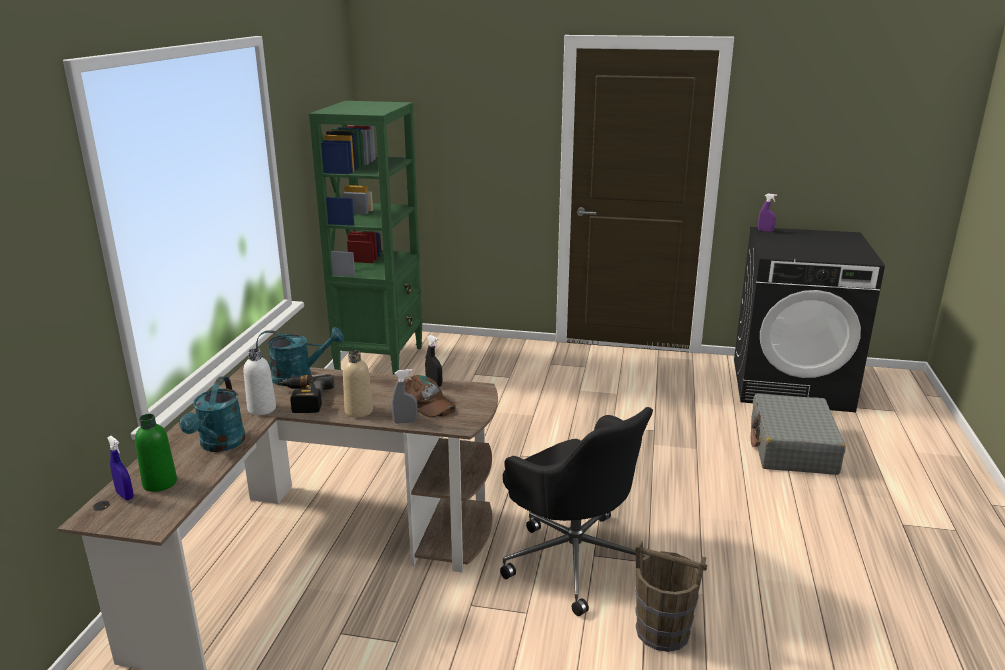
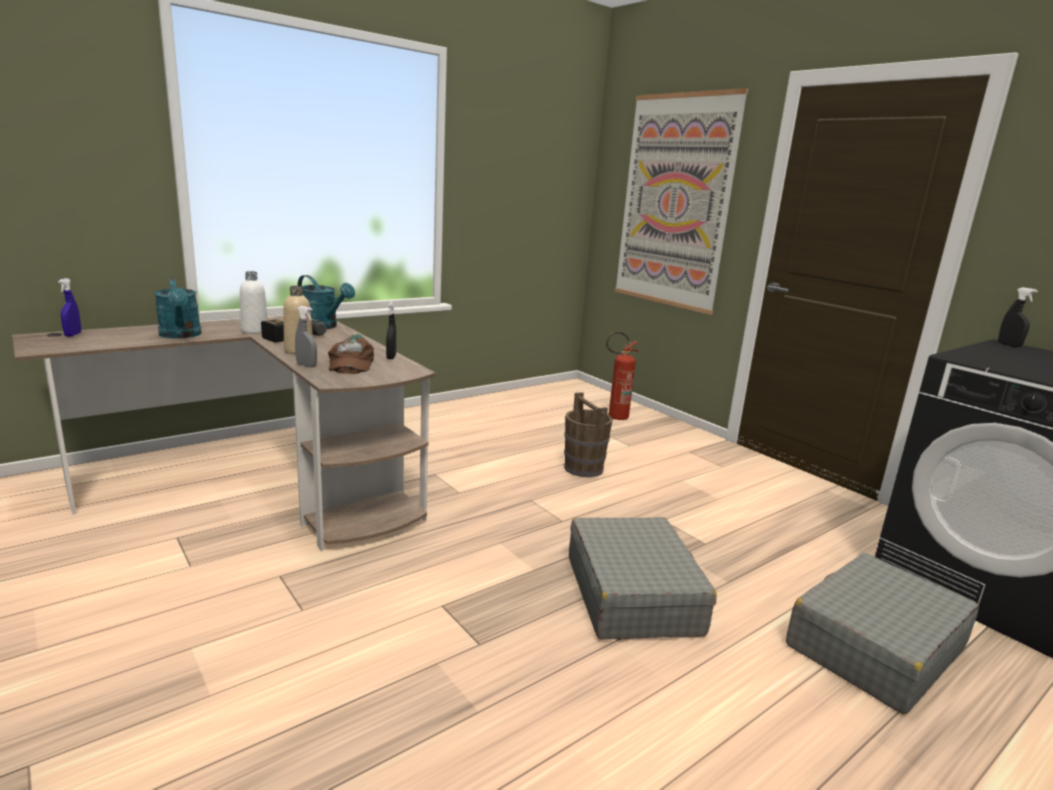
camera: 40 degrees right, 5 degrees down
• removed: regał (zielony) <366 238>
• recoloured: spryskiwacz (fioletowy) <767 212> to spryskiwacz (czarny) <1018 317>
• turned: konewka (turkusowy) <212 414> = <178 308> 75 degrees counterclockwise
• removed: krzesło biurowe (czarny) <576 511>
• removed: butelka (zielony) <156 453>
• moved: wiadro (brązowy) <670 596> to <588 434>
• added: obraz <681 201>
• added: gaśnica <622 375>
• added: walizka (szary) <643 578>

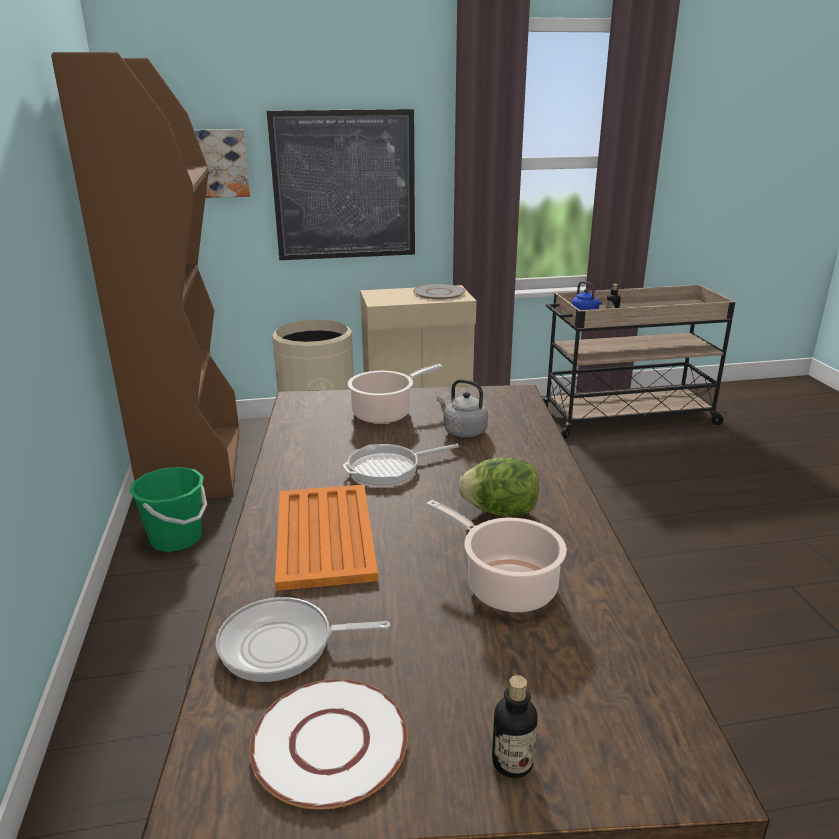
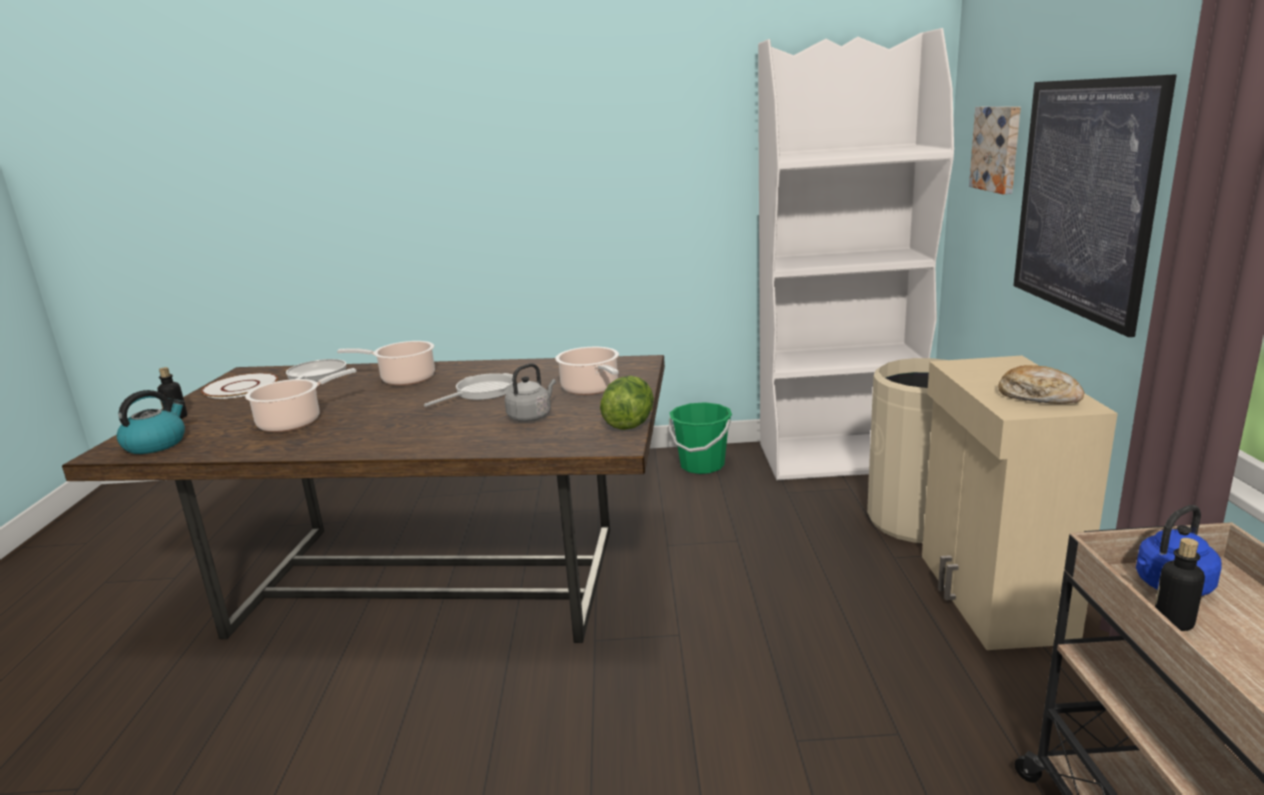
camera: 100 degrees right, 5 degrees down
• recoloured: regał (brązowy) <145 275> to regał (biały) <856 254>
• replaced: talerz (szary) <439 292> to chleb <1041 384>
• turned: patelnia <401 464> = <468 390> 60 degrees clockwise
• moved: sałata <498 487> to <627 403>
• replaced: taca (pomarańczowy) <326 538> to garnek <386 363>
• added: czajnik <151 422>

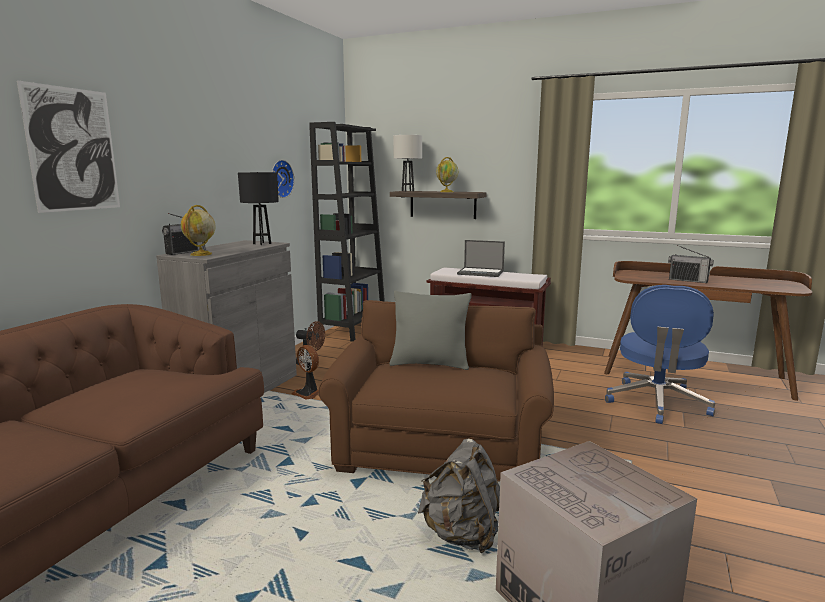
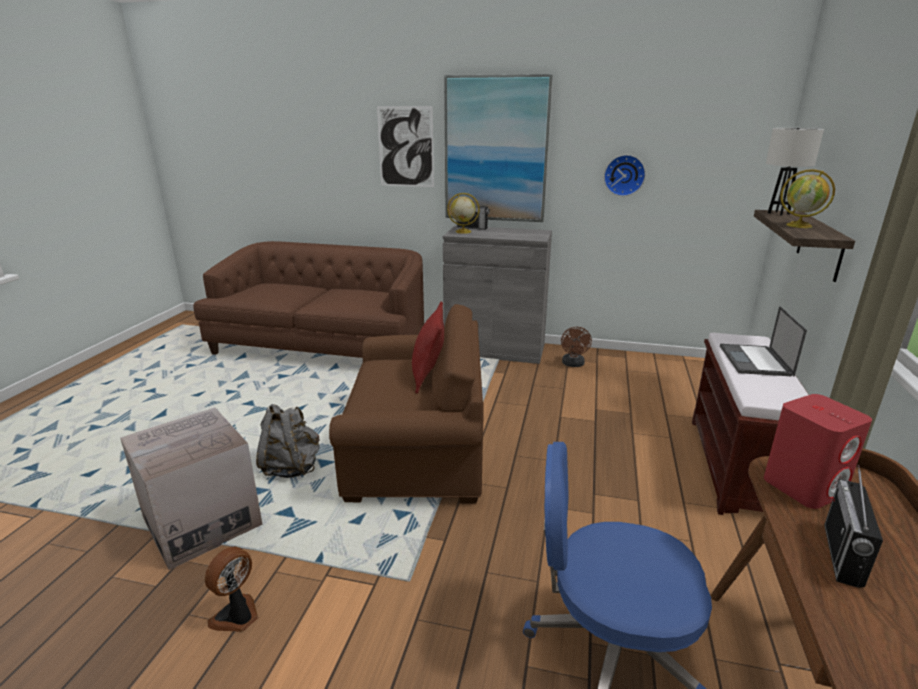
camera: 80 degrees right, 10 degrees up
• removed: regał (czarny) <347 232>
• removed: lampa stołowa (czarny) <258 208>
• recoloured: poduszka (szary) <430 330> to poduszka (czerwony) <428 347>
• moved: wentylator <305 372> to <231 589>
• added: obraz <498 148>
• added: głośnik (czerwony) <818 451>

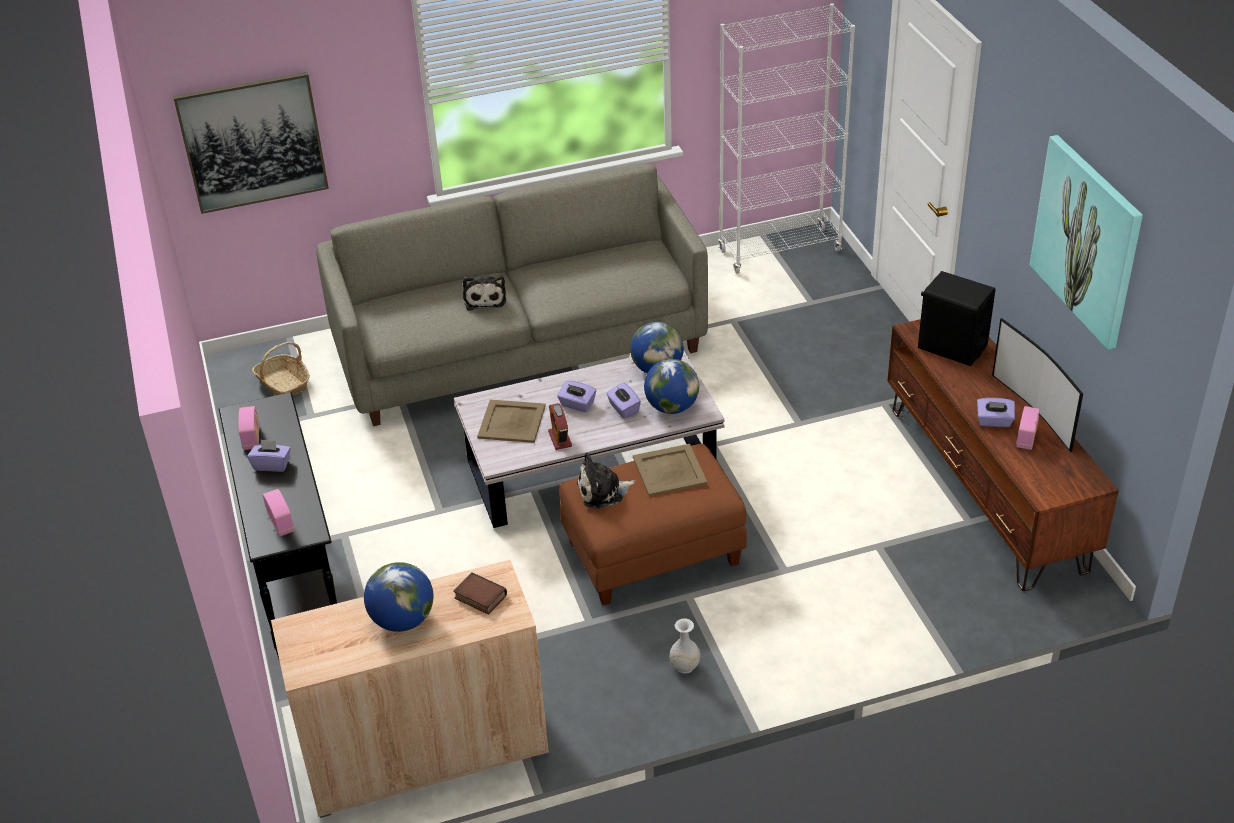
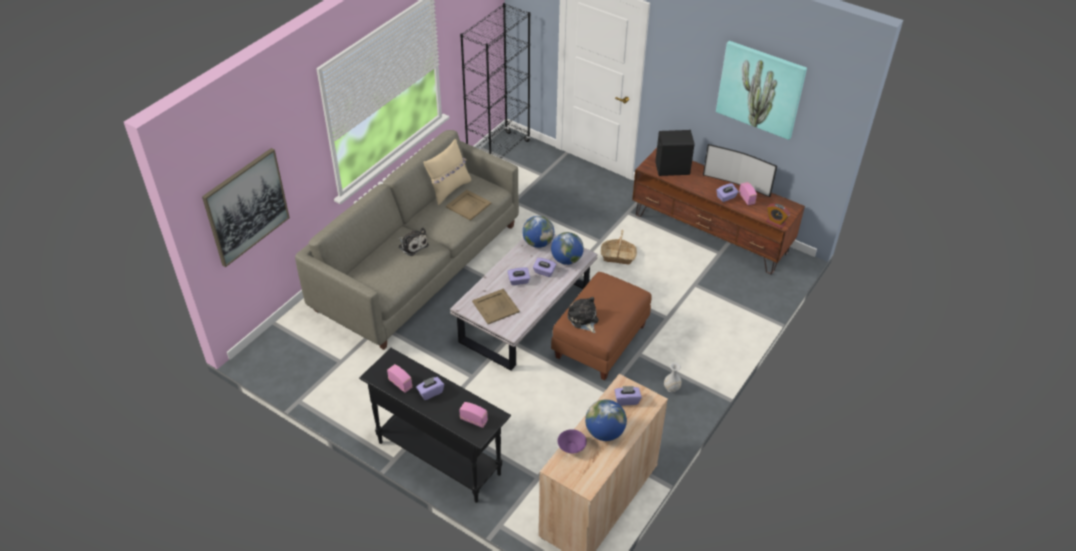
camera: 40 degrees left, 5 degrees up
• recoloured: regał (biały) <786 138> to regał (czarny) <495 80>
• moved: koszyk <281 368> to <619 247>
• moved: budzik <560 426> to <778 216>
• moved: taca (beżowy) <670 470> to <468 205>
• turned: pluszak <606 480> = <583 315> 120 degrees clockwise
• replaced: książka <480 593> to pudełko chusteczek (fioletowy) <628 396>
• added: poduszka (beżowy) <447 172>
• added: miska (fioletowy) <572 441>

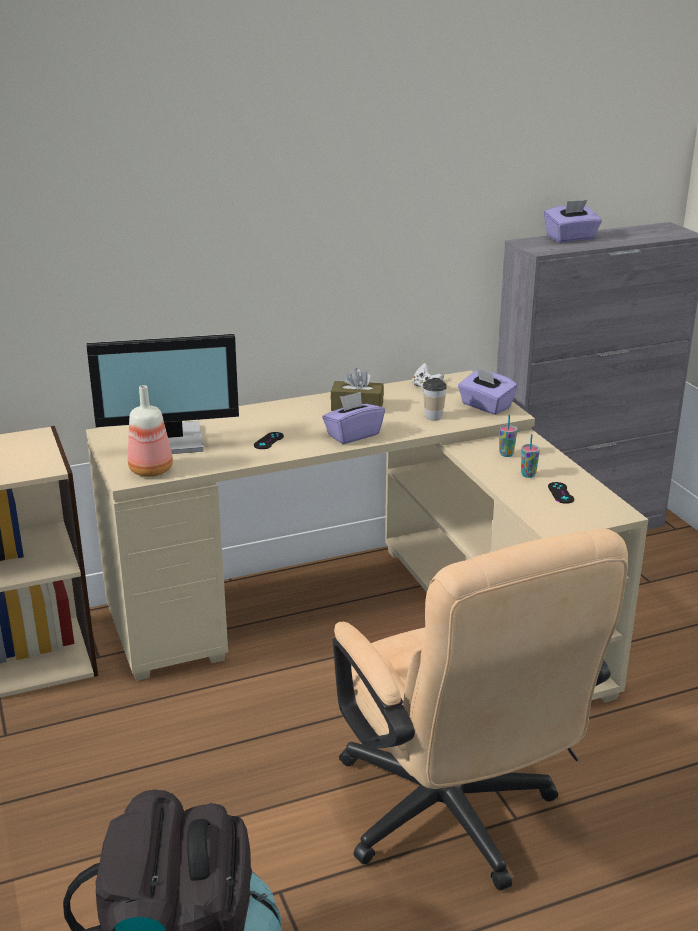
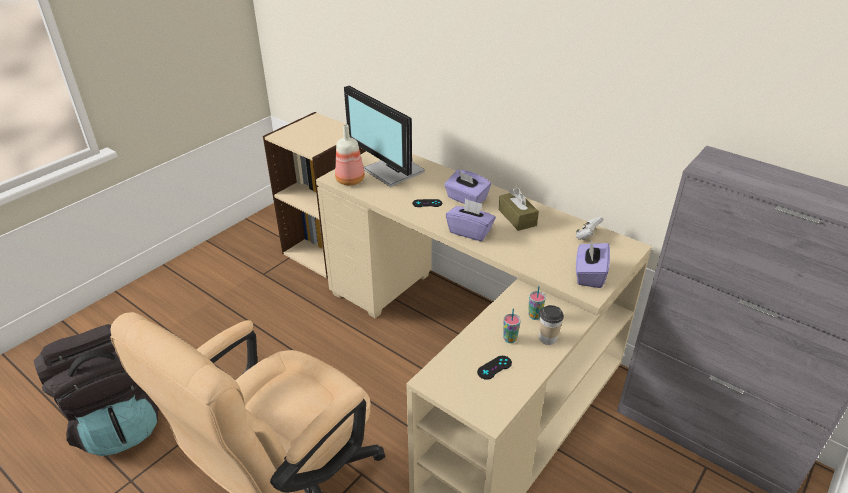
camera: 60 degrees right, 10 degrees up
• moved: pudełko chusteczek (fioletowy) <573 221> to <467 187>
• moved: filiżanka <435 399> to <551 325>

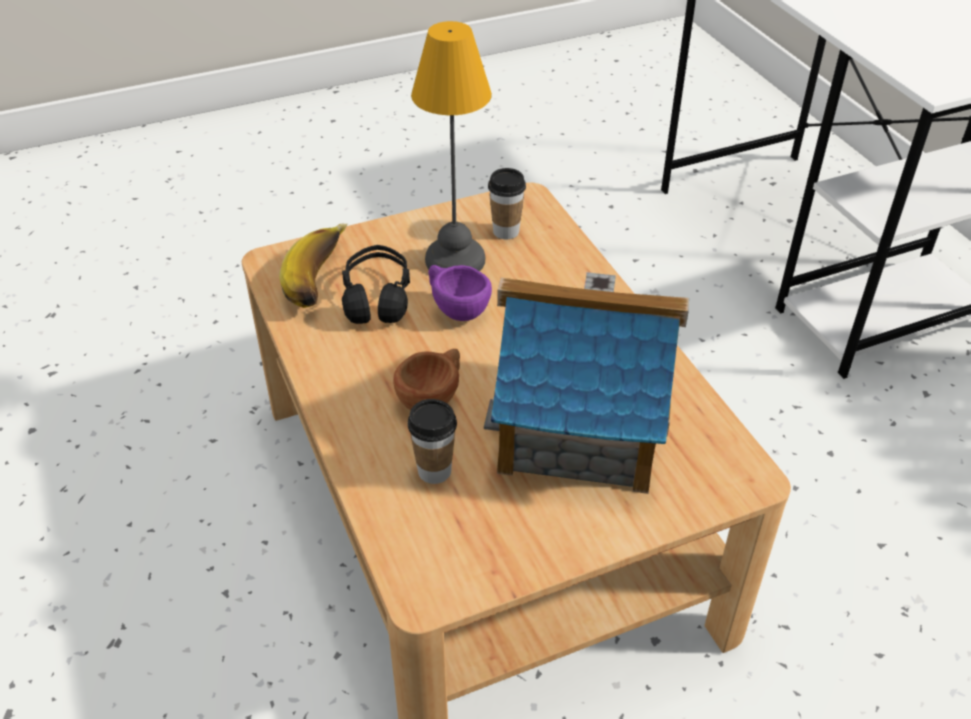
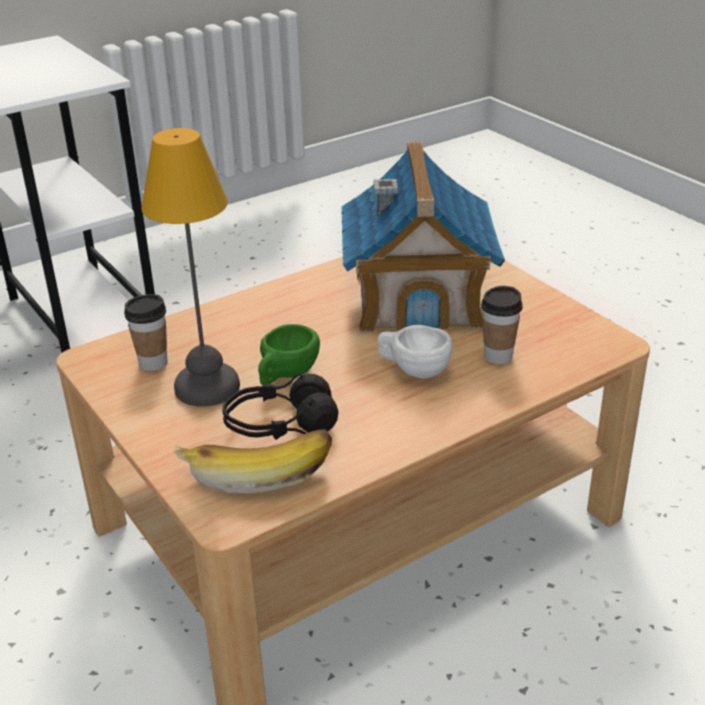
camera: 100 degrees left, 10 degrees down
• recoloured: filiżanka (fioletowy) <460 293> to filiżanka (zielony) <289 354>
• recoloured: filiżanka (brązowy) <426 379> to filiżanka (biały) <415 351>

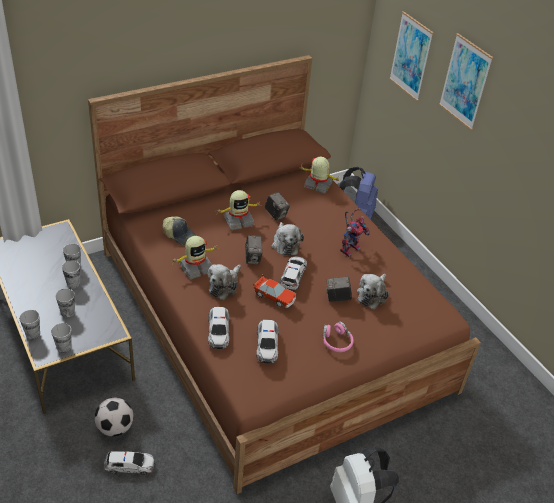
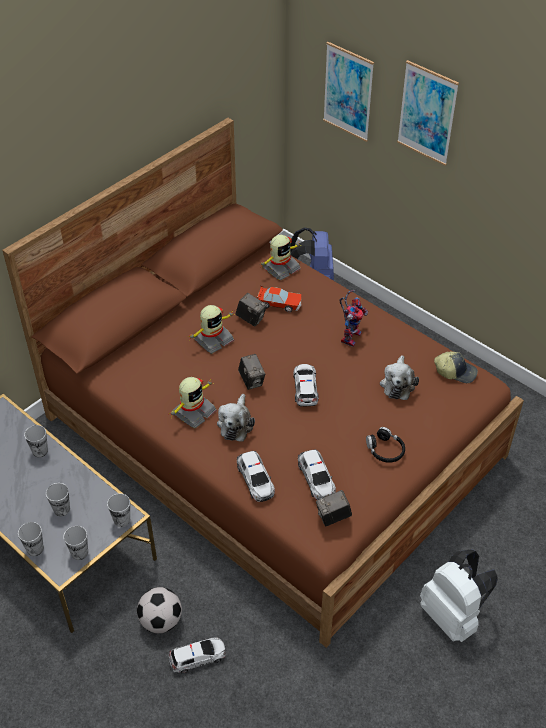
camera: 15 degrees left, 5 degrees up
• turned: robot zabawkowy <319 175> = <280 258> 135 degrees clockwise
• moved: czapka z daszkiem <179 230> to <456 367>
• removed: pluszak <287 239>
• moved: filiżanka <71 274> to <118 510>
• moved: samochodzik <274 291> to <279 298>
• moved: aparat fotograficzny <339 289> to <334 508>
• recoloured: słuchawki (różowy) <338 337> to słuchawki (czarny) <385 445>

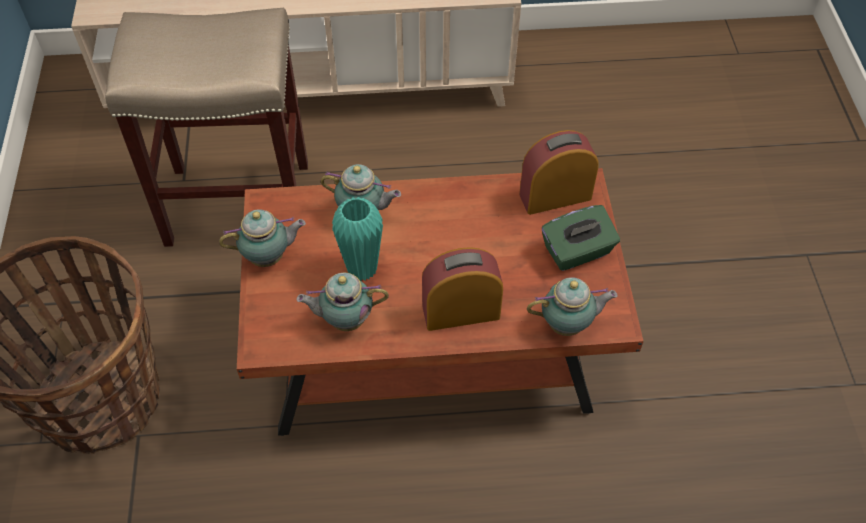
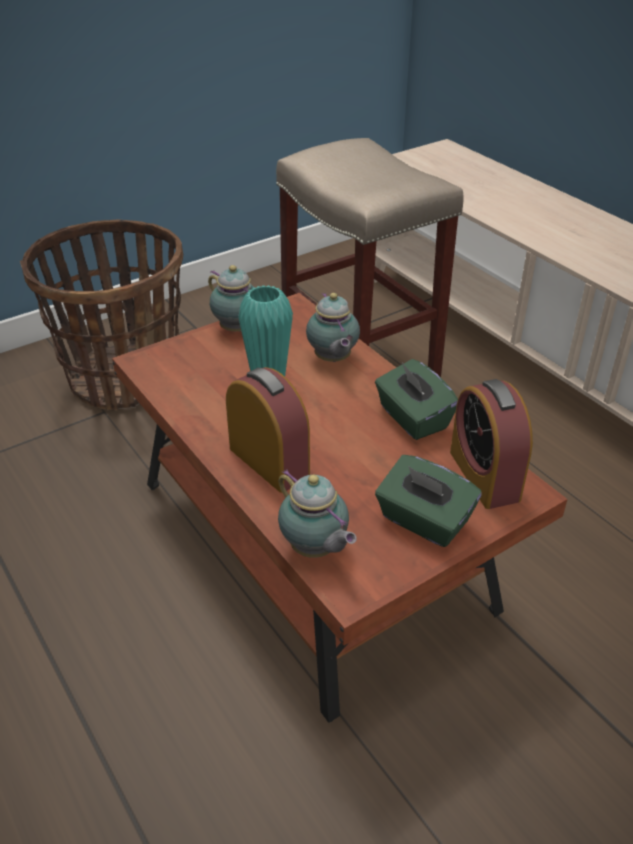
camera: 60 degrees right, 15 degrees down
• turned: budzik <559 172> = <491 444> 150 degrees counterclockwise
• removed: imbryk <342 302>
• added: pudełko chusteczek (zielony) <416 399>

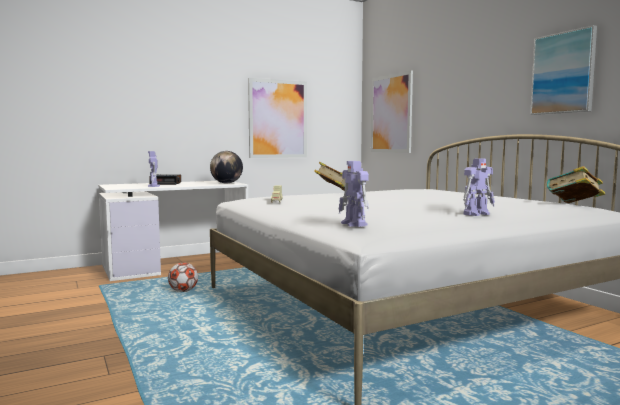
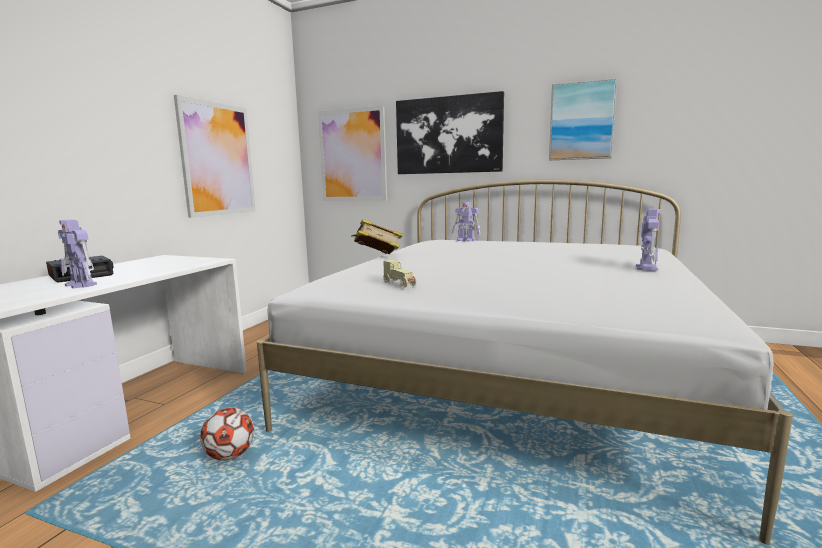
camera: 40 degrees left, 5 degrees up
• removed: globus <226 167>
• moved: robot zabawkowy <354 194> to <466 222>
• removed: książka <576 184>
• added: obraz <450 132>

